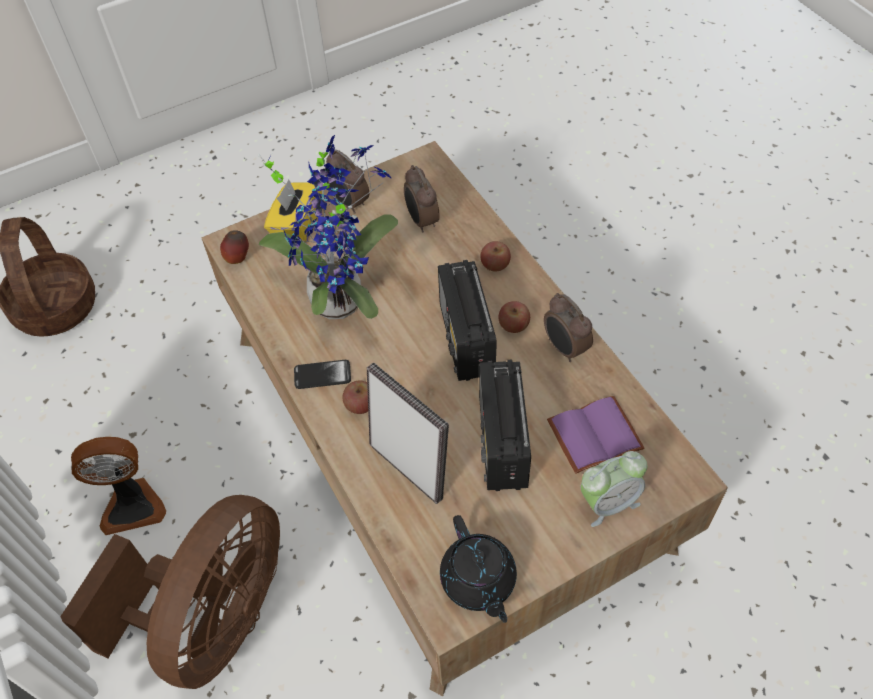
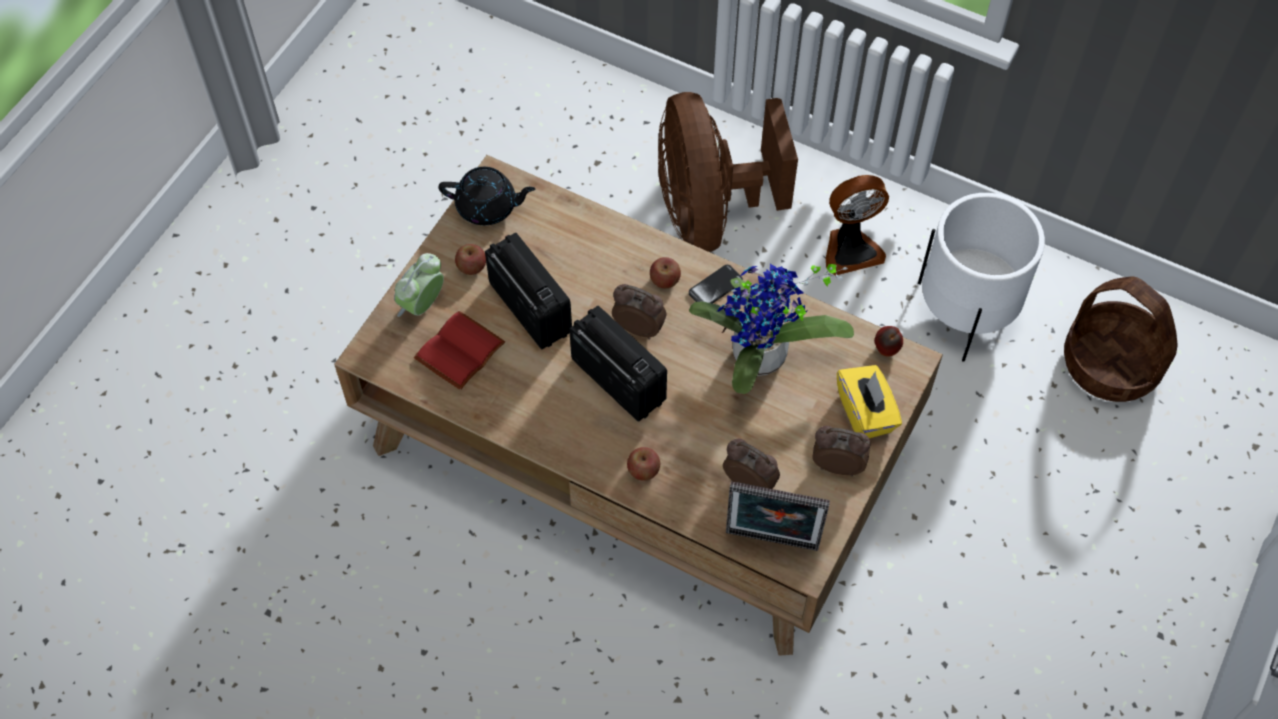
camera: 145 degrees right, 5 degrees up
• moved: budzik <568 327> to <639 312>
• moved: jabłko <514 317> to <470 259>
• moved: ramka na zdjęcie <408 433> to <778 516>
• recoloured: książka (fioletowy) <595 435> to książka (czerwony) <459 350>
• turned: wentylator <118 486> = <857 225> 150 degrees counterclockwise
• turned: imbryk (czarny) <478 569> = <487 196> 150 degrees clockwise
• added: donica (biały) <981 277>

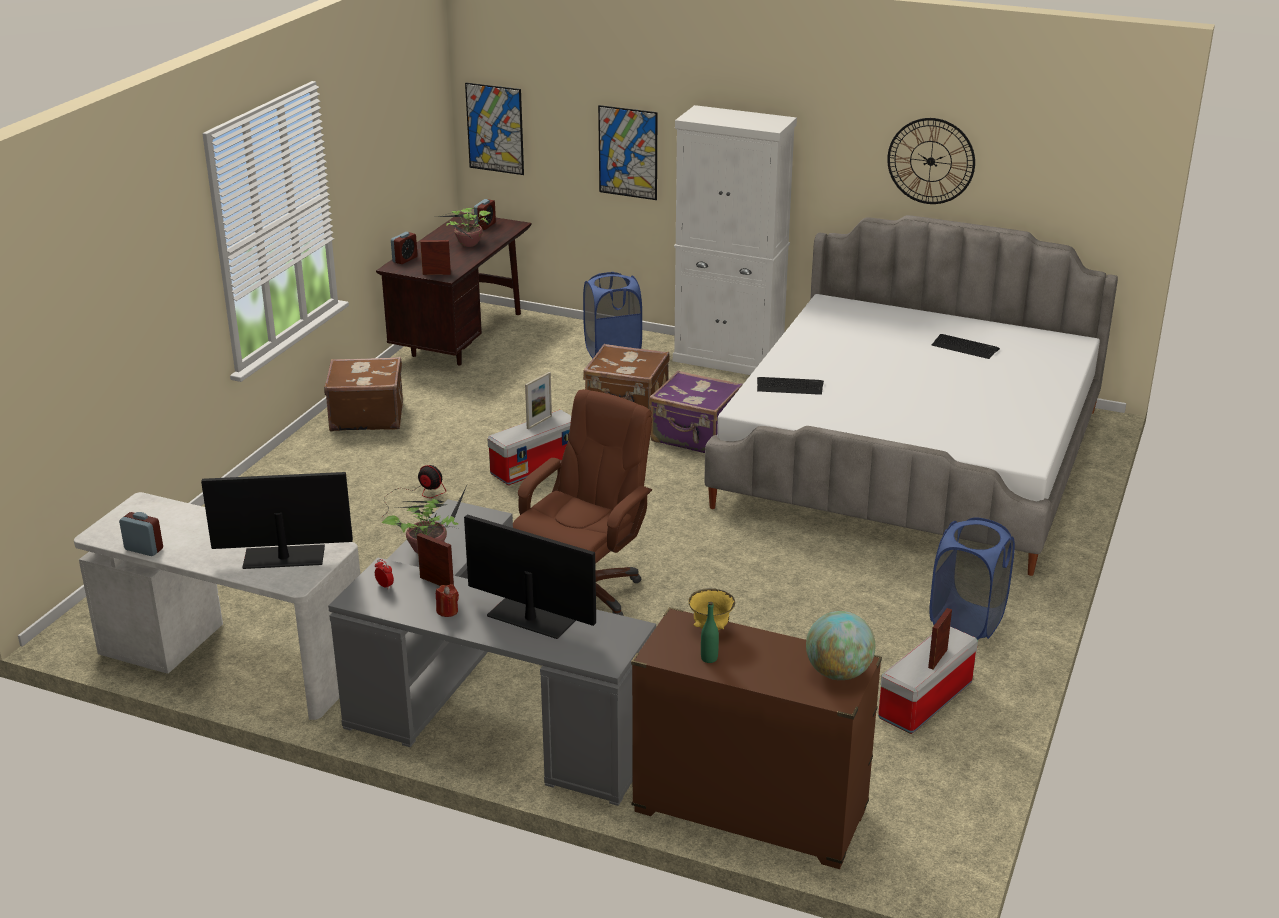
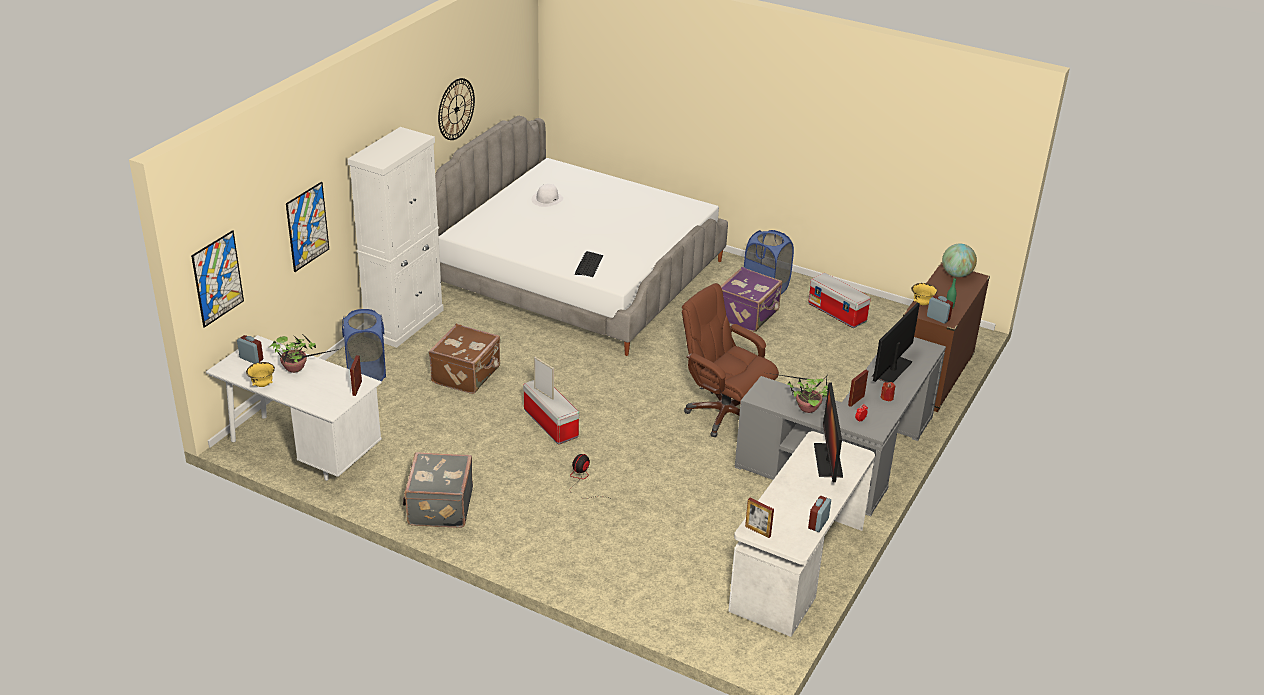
camera: 85 degrees left, 5 degrees up
• recoloured: biurko (brązowy) <454 288> to biurko (biały) <294 408>
• moved: budzik <404 248> to <940 309>
• replaced: klawiatura <966 346> to kapelusz (biały) <547 195>
• recoloured: walizka (brązowy) <363 394> to walizka (szary) <438 490>
• moved: walizka (fioletowy) <696 411> to <751 299>
• moved: ramka na zdjęcie <940 638> to <759 518>
• added: miska (żółty) <260 374>

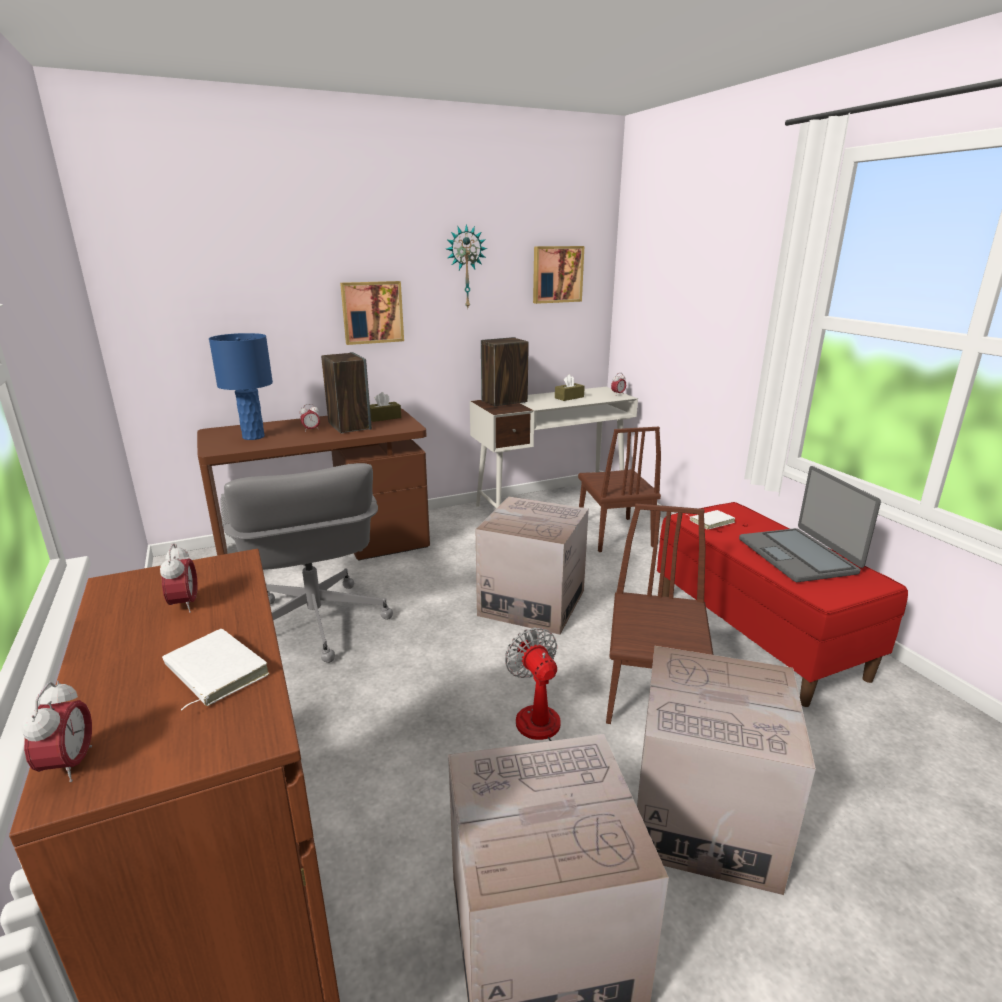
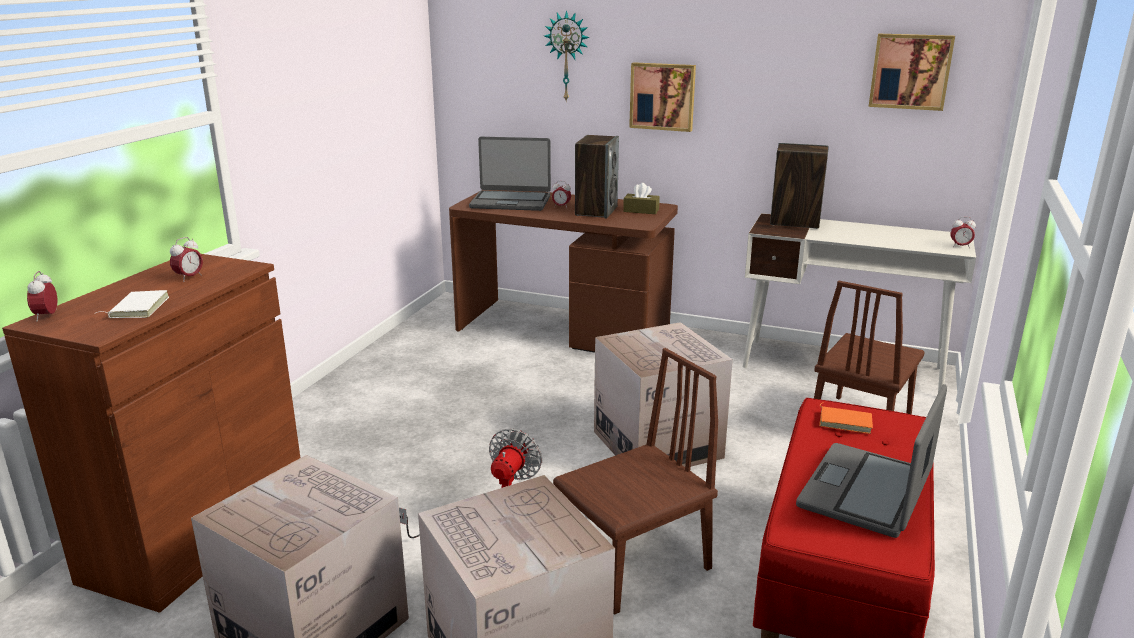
camera: 45 degrees right, 0 degrees up
• moved: zegar ścienny <466 266> to <567 56>
• replaced: lampa stołowa (niebieski) <241 386> to laptop <510 174>
• removed: pudełko chusteczek (brązowy) <570 387>
• removed: krzesło biurowe (szary) <306 563>
• recoloured: książka (biały) <711 520> to książka (pomarańczowy) <846 418>
• turned: budzik <56 731> = <42 296> 135 degrees clockwise

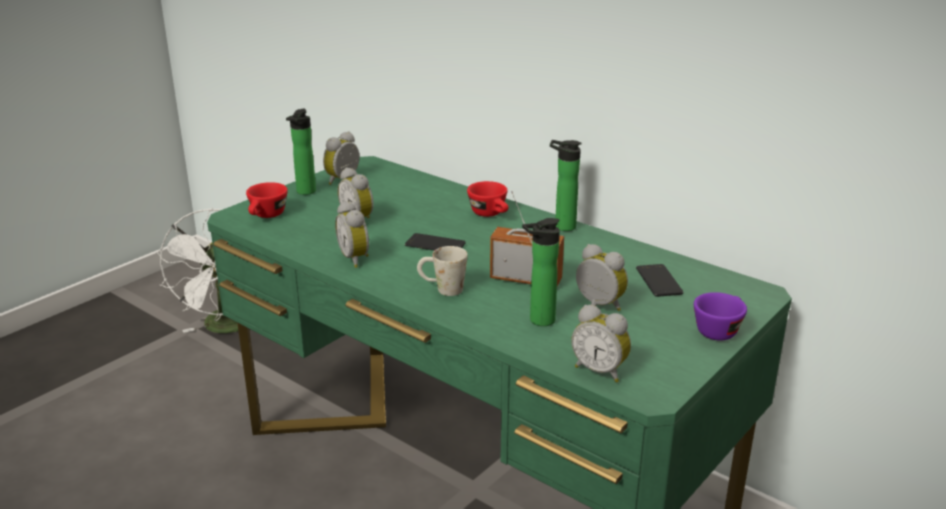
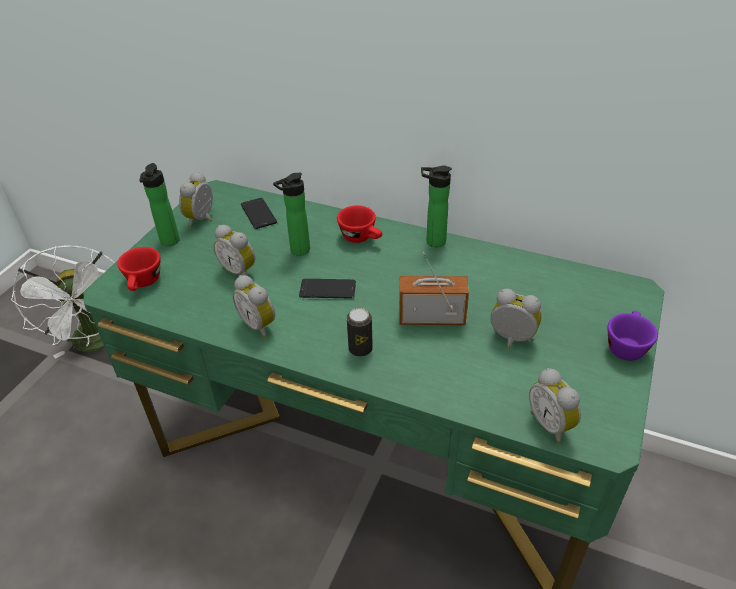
camera: 15 degrees left, 15 degrees up
• moved: butelka <541 272> to <291 214>
• replaced: kubek (biały) <442 271> to puszka <360 332>
• moved: telefon <659 280> to <259 213>
• turned: budzik <601 343> = <555 406> 45 degrees clockwise

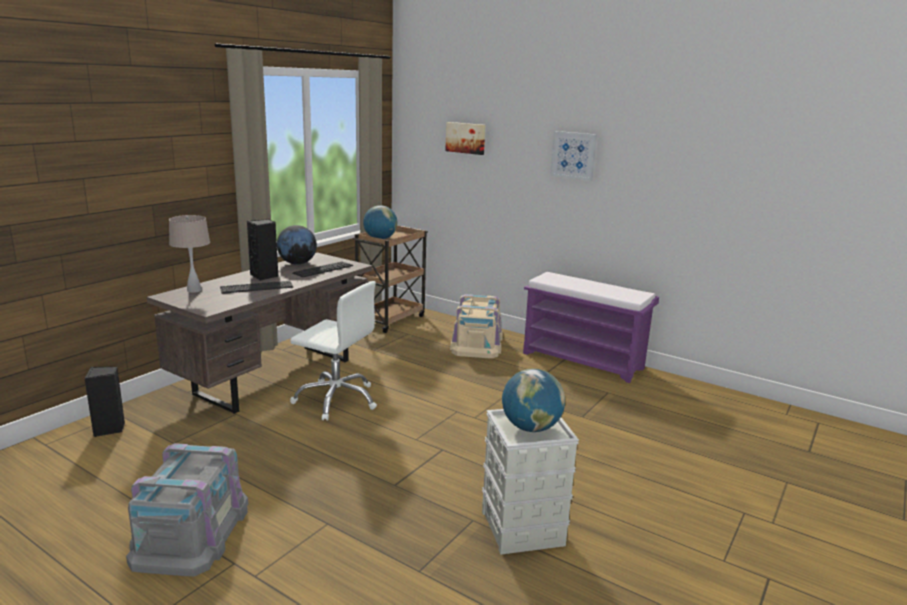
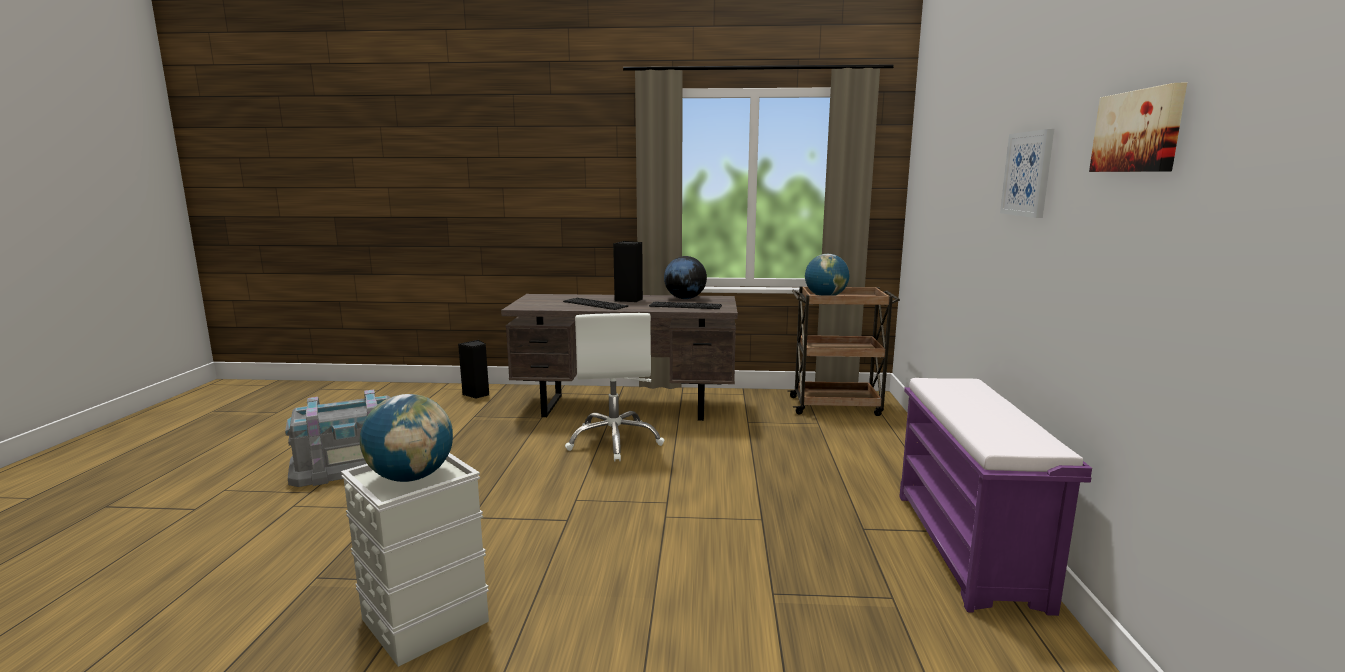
camera: 60 degrees right, 5 degrees down
• moved: obraz <465 138> to <1138 127>
• removed: lampa stołowa (beżowy) <189 254>
• removed: pojemnik do przechowywania (beżowy) <476 326>

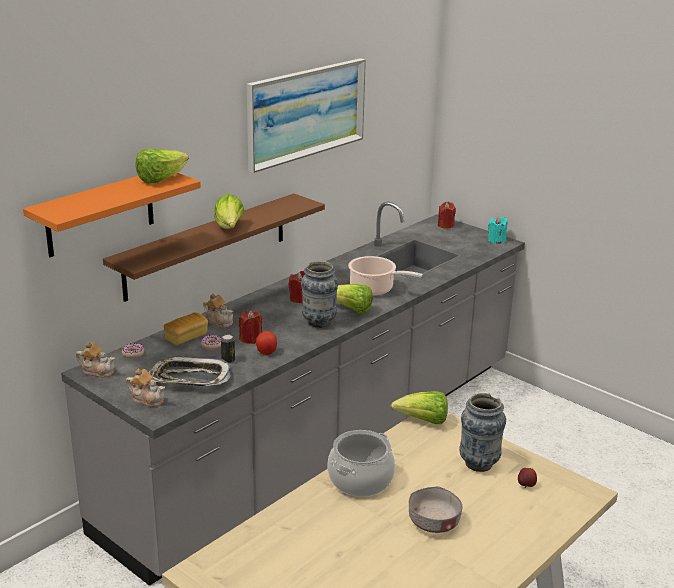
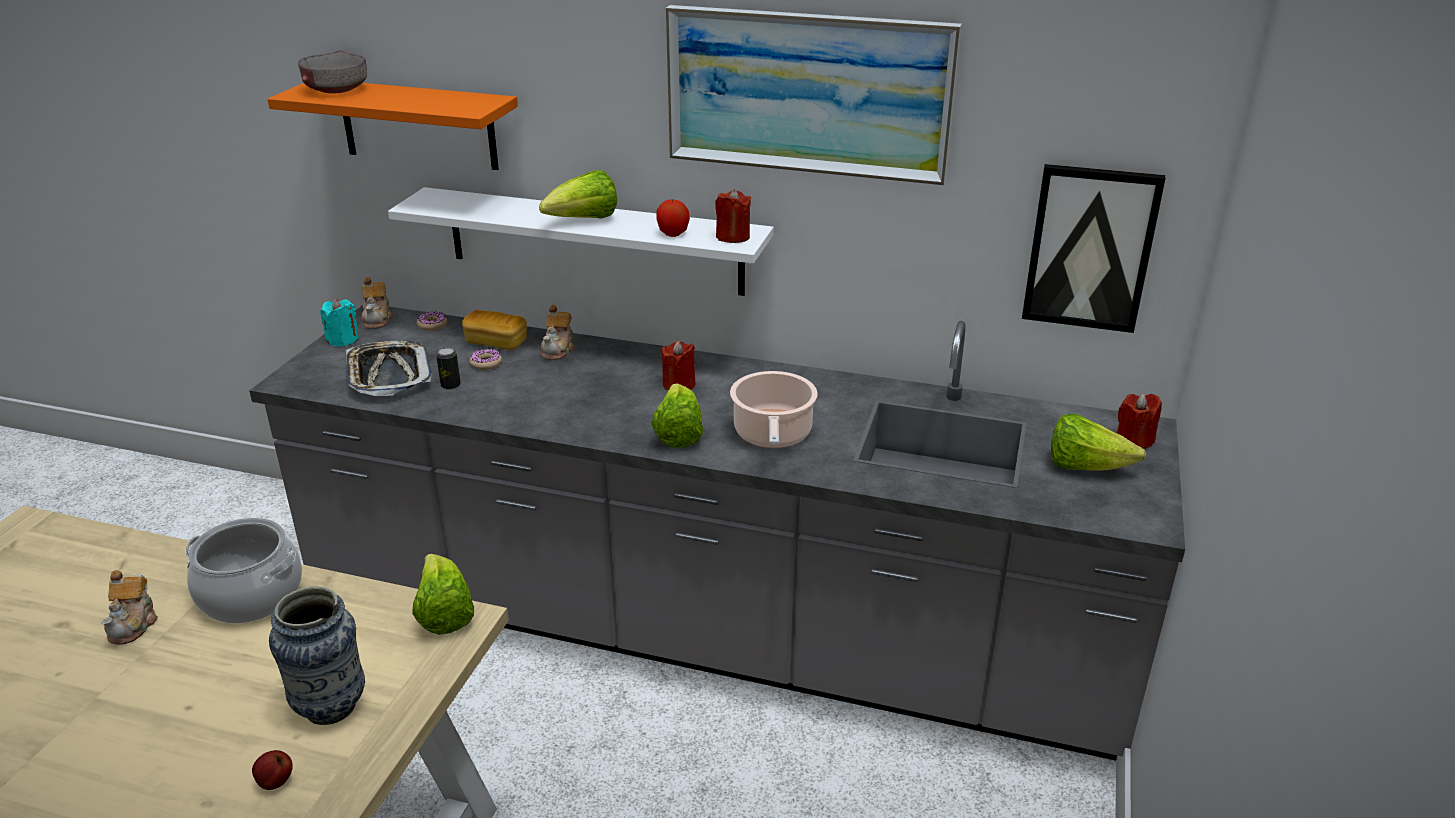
camera: 65 degrees right, 5 degrees up
• moved: sałata <162 166> to <1098 442>
• recoloured: półka (brązowy) <214 247> to półka (biały) <581 241>
• moved: świeca (turkusowy) <497 230> to <339 322>
• removed: wazon <319 294>
• moved: świeca (czerwony) <250 327> to <733 216>
• moved: jabłko <266 343> to <673 218>
• moved: imbryk <145 388> to <130 607>
• moved: miska (szary) <435 510> to <332 71>
• added: obraz <1094 248>

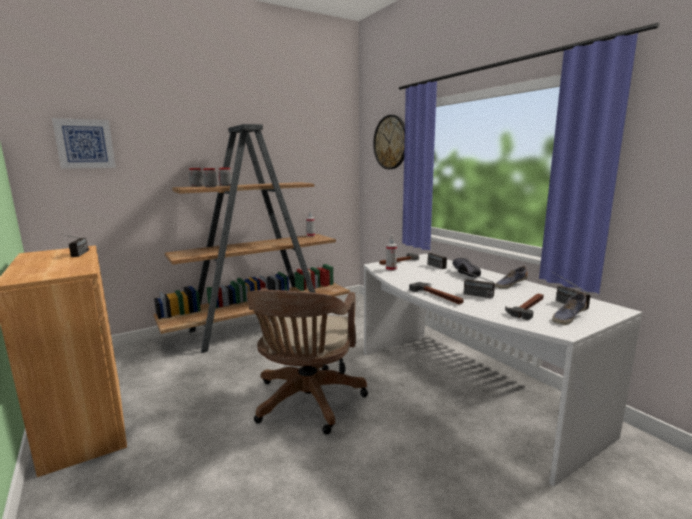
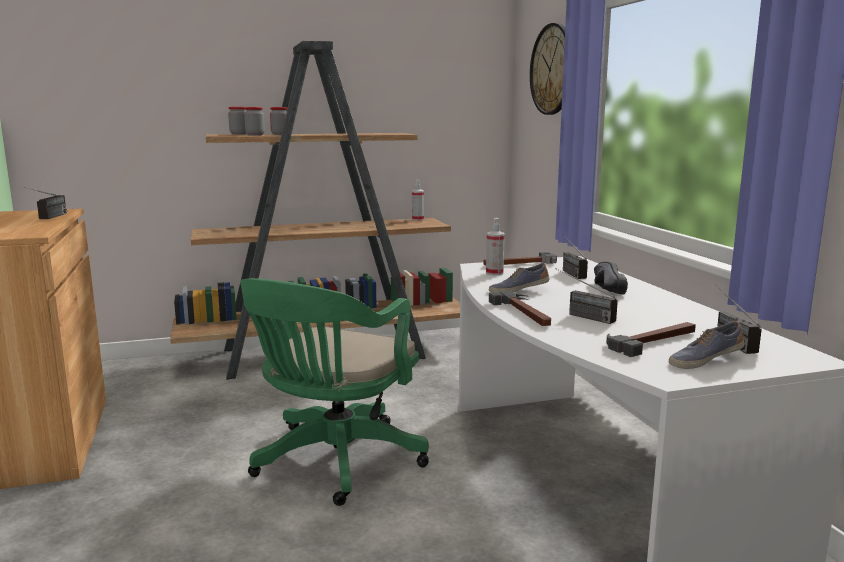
camera: 15 degrees right, 0 degrees up
• removed: obraz <84 143>
• moved: but <511 277> to <519 278>
• recoloured: krzesło biurowe (brązowy) <307 361> to krzesło biurowe (zielony) <334 392>

